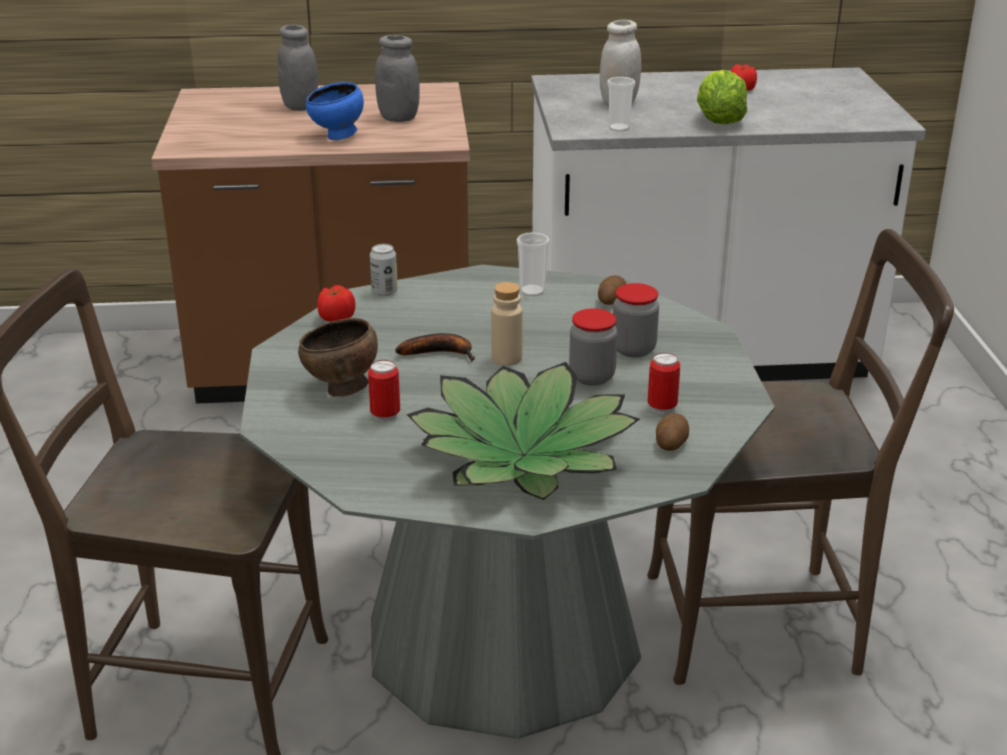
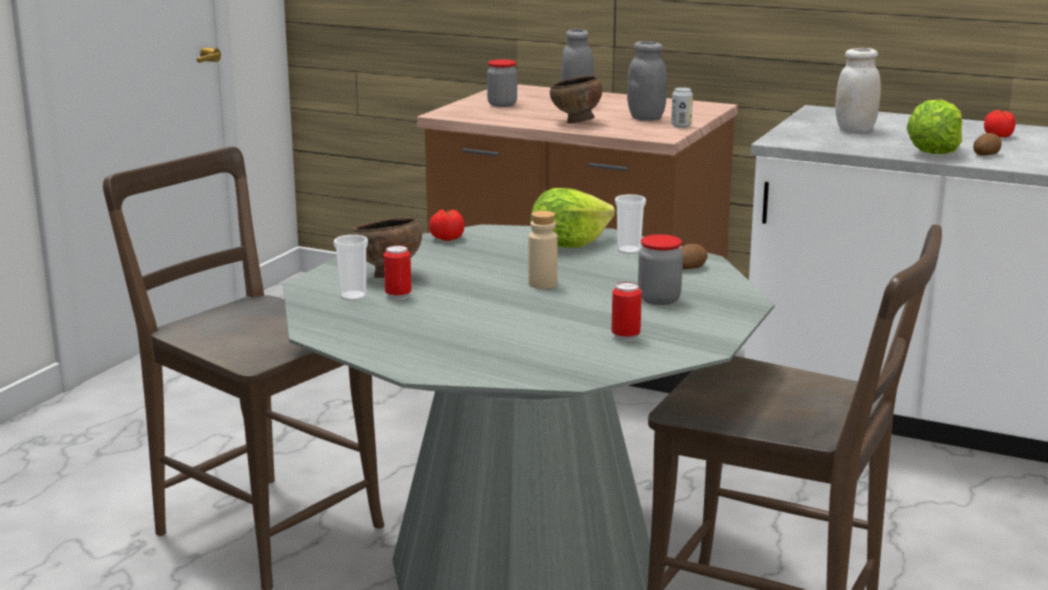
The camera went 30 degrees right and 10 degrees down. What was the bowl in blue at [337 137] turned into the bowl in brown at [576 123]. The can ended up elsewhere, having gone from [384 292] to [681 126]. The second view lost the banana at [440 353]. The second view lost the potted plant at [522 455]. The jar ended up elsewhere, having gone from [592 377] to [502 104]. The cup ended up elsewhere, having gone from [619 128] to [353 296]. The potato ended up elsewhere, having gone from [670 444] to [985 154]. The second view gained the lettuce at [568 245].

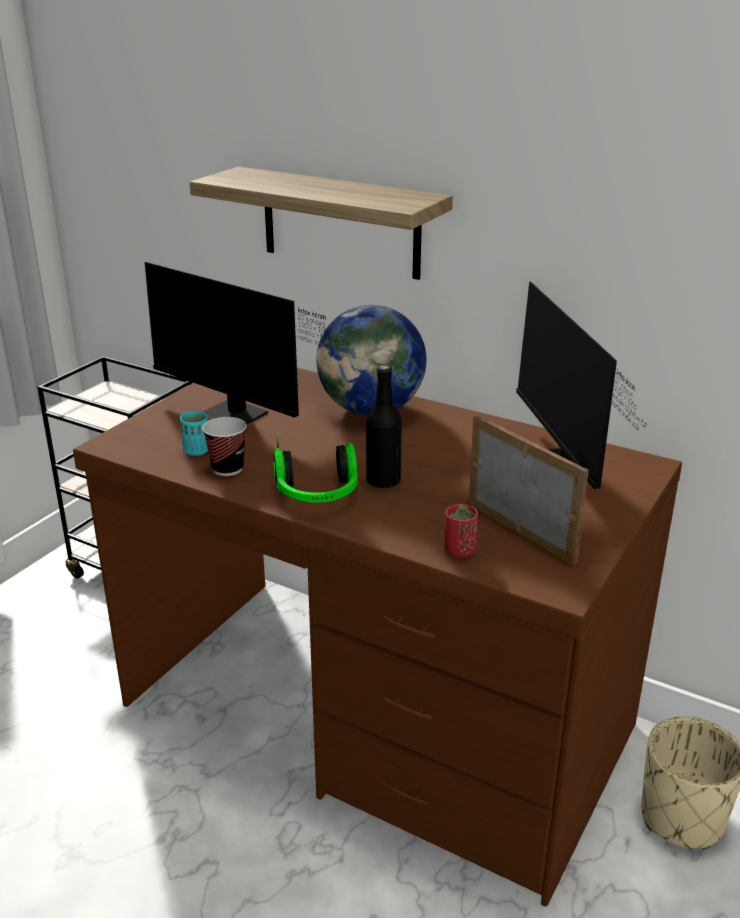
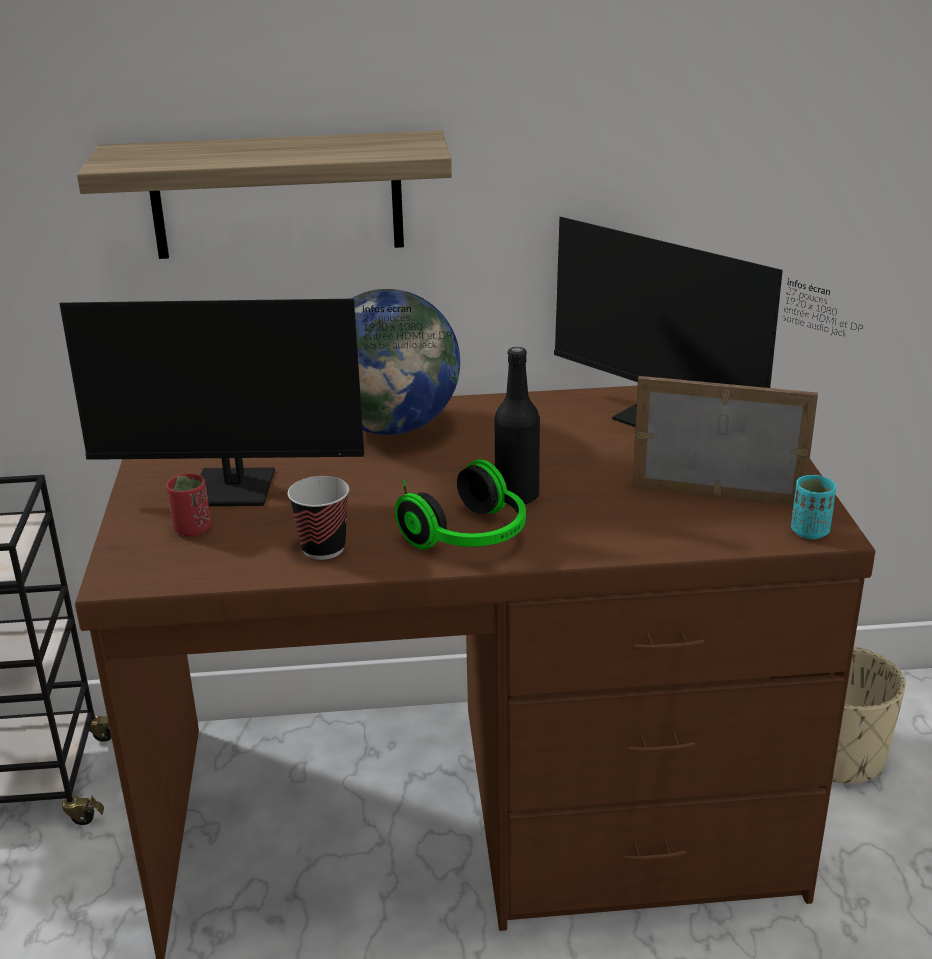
The camera went 35 degrees left and 0 degrees up. The cup in turquoise ended up elsewhere, having gone from [196 451] to [810 531]. The cup in red ended up elsewhere, having gone from [459 551] to [192 529].

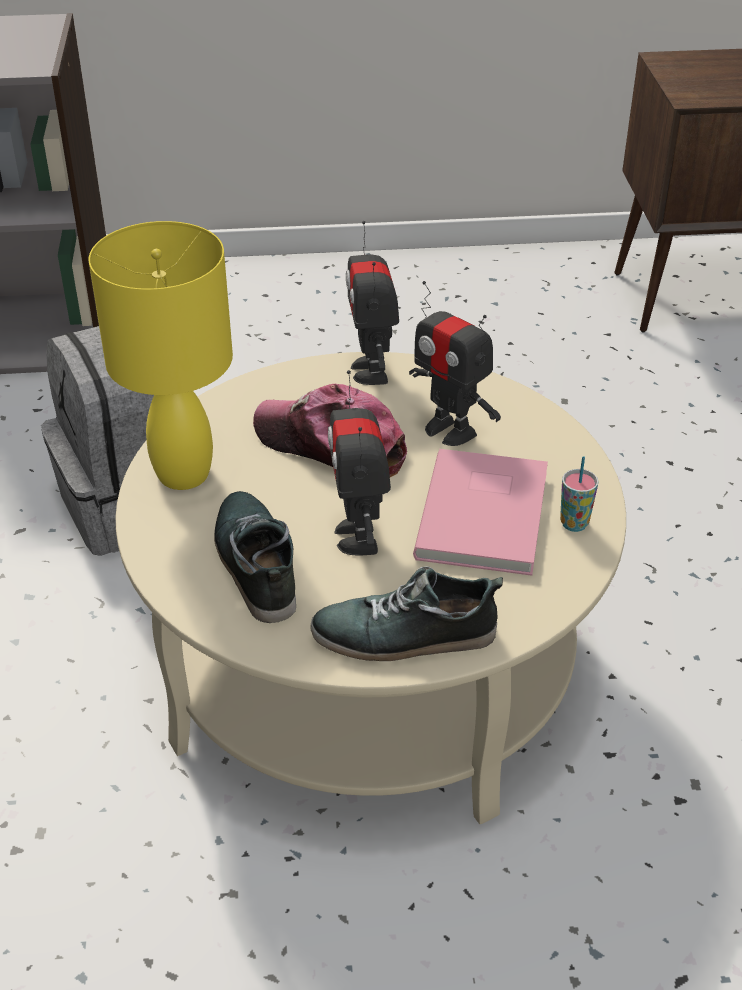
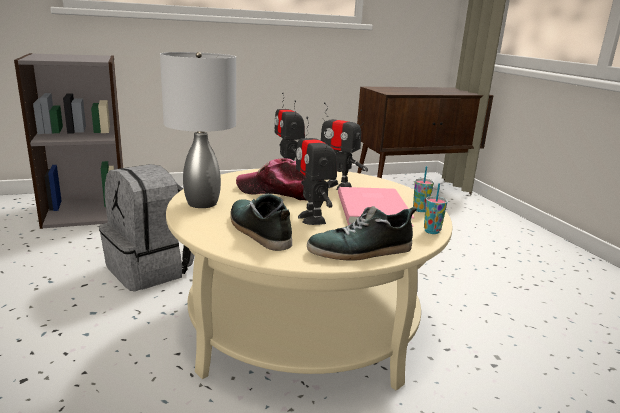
The camera went 15 degrees left and 20 degrees down. What was the table lamp in yellow at [181 473] turned into the table lamp in grey at [201 203]. The second view gained the cup at [431 231].

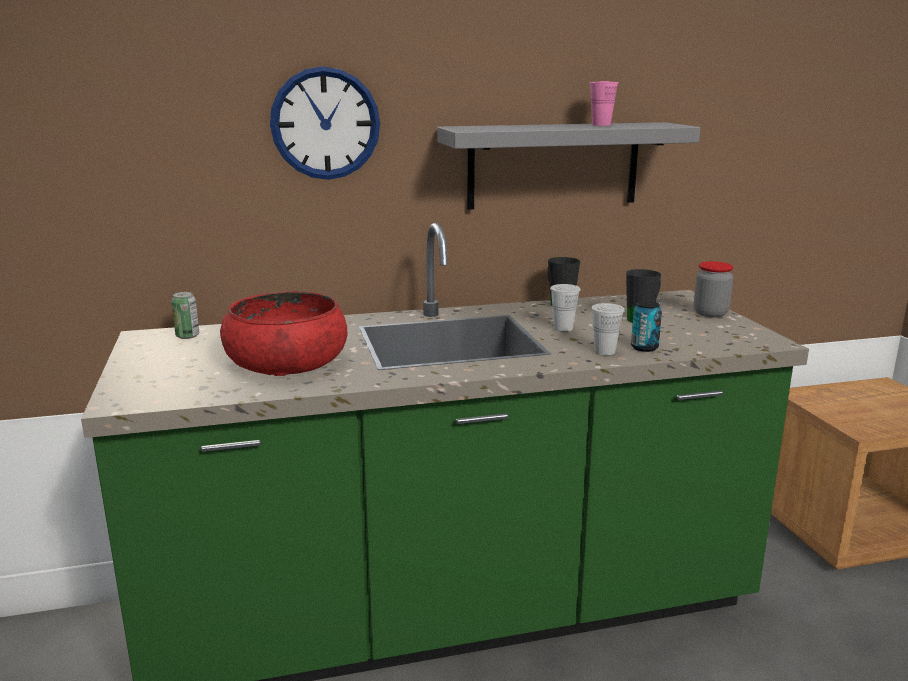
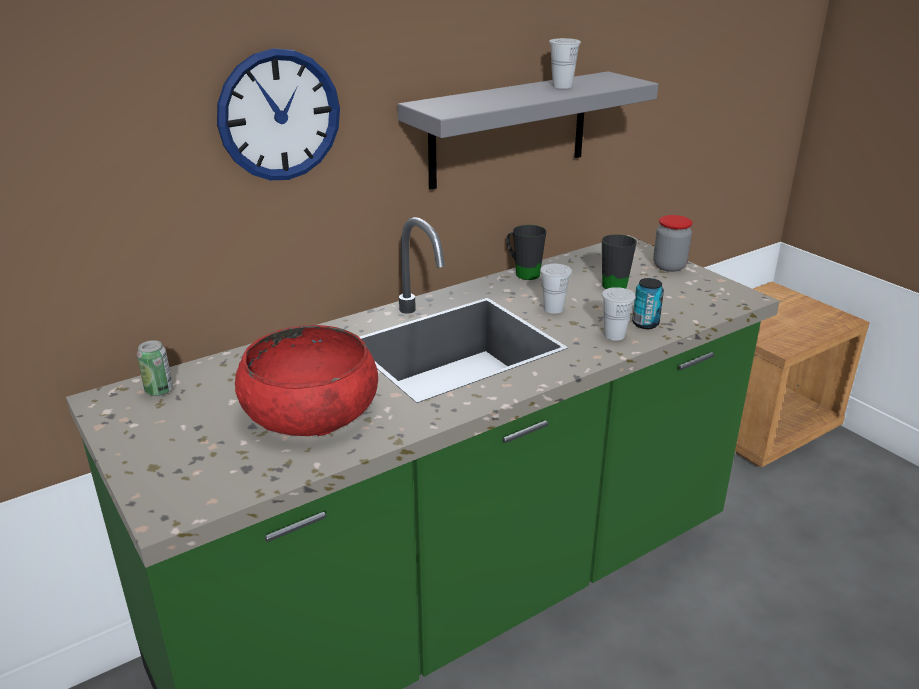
The camera went 20 degrees left and 10 degrees up. What was the cup in pink at [601 125] turned into the cup in white at [562 86].

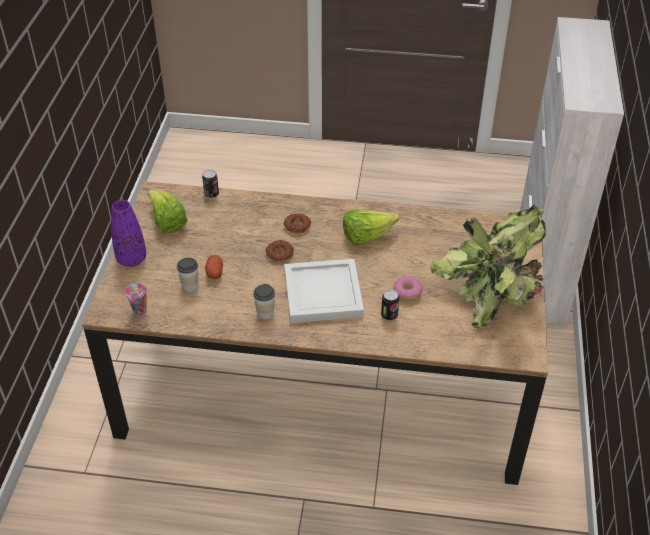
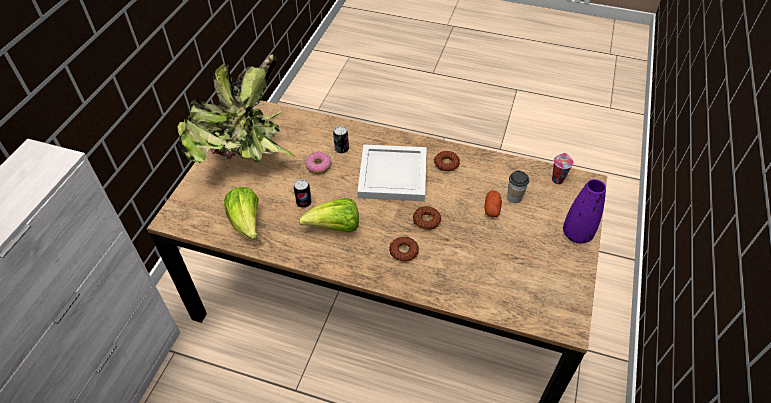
The camera went 170 degrees left and 5 degrees up. The lettuce ended up elsewhere, having gone from [167 222] to [246 223]. The can ended up elsewhere, having gone from [211 194] to [304 203]. Where the cup stood at [265 313], the donut came to stand at [446 163].

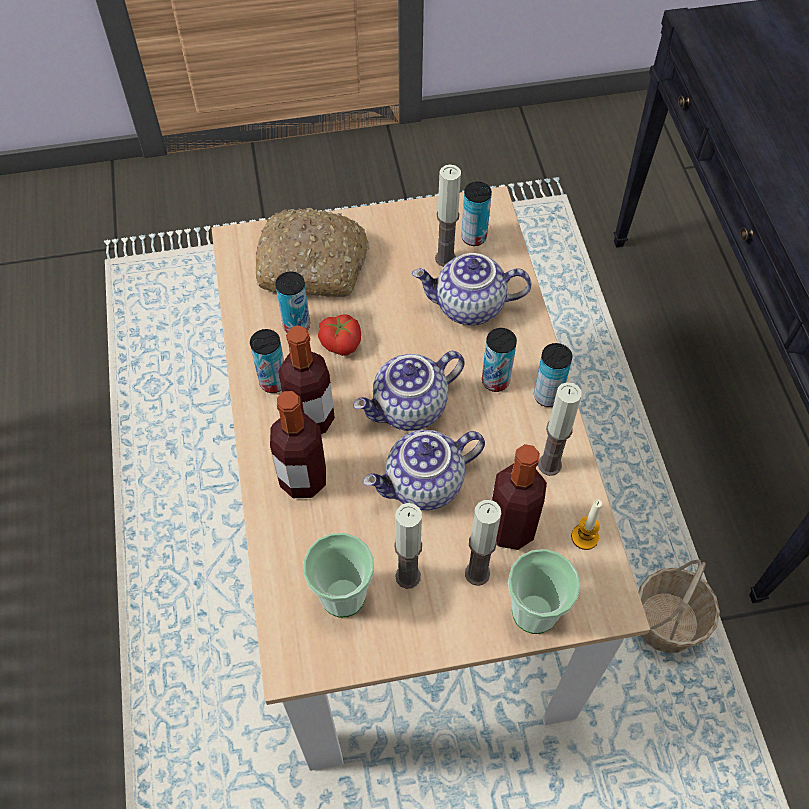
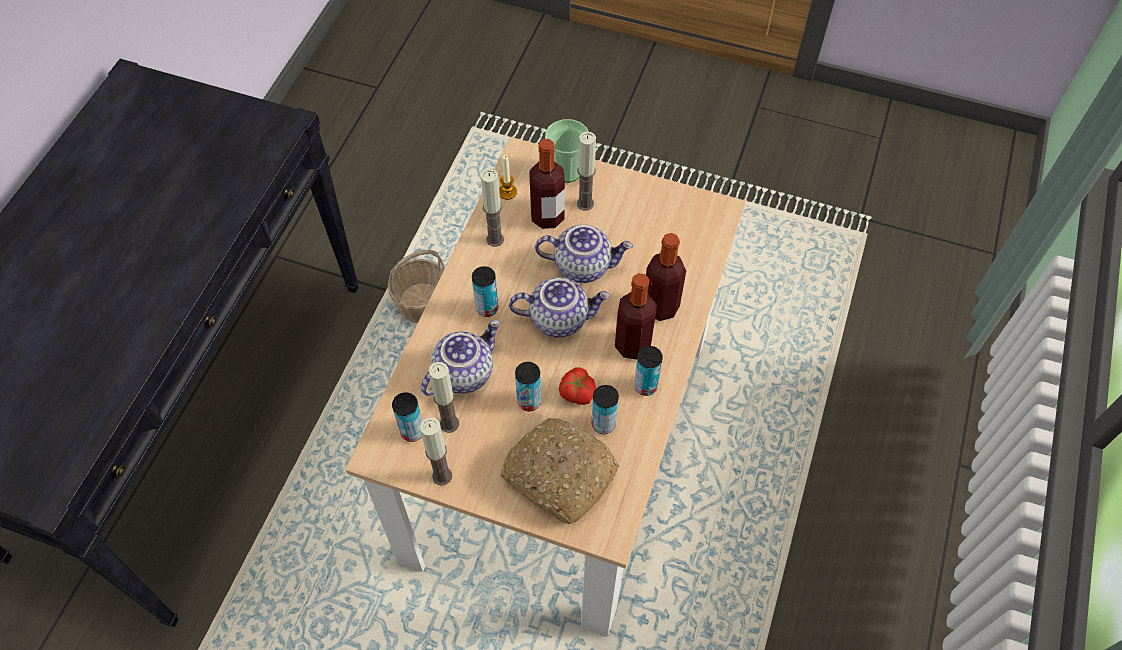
The camera went 150 degrees left and 0 degrees up. The second view lost the cup at [343 596]. The candle ended up elsewhere, having gone from [408 576] to [442 476]. The teapot at [469 307] ended up facing another way, 75 degrees counterclockwise from before. The can ended up elsewhere, having gone from [547 396] to [529 401].

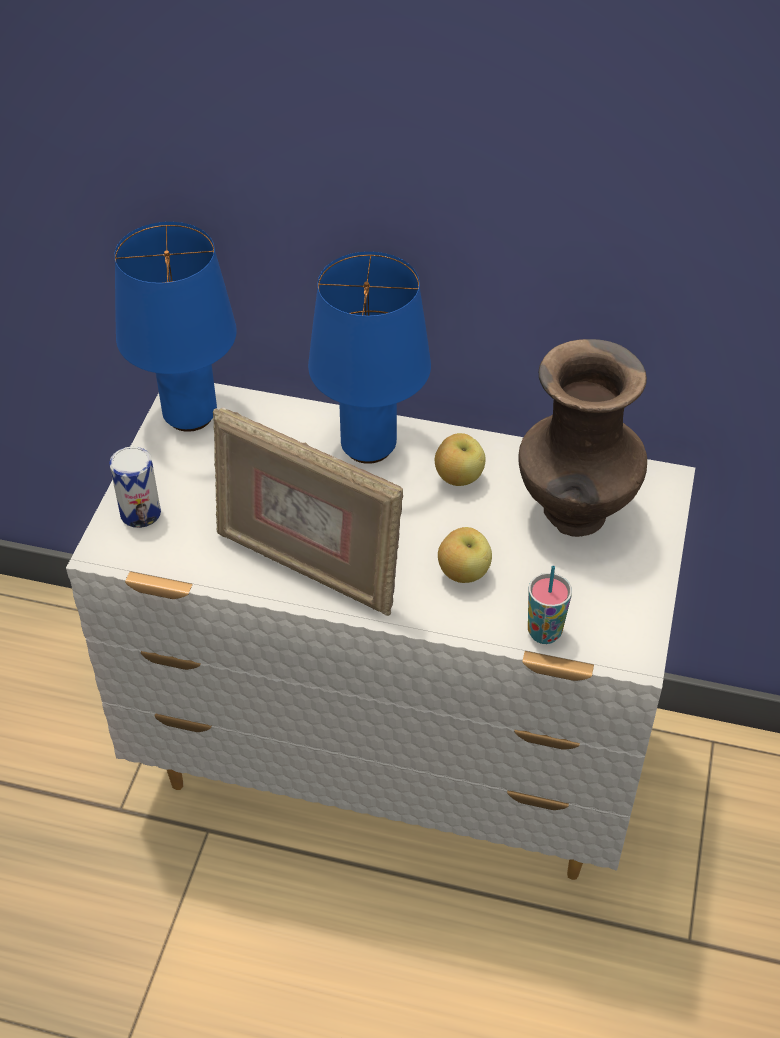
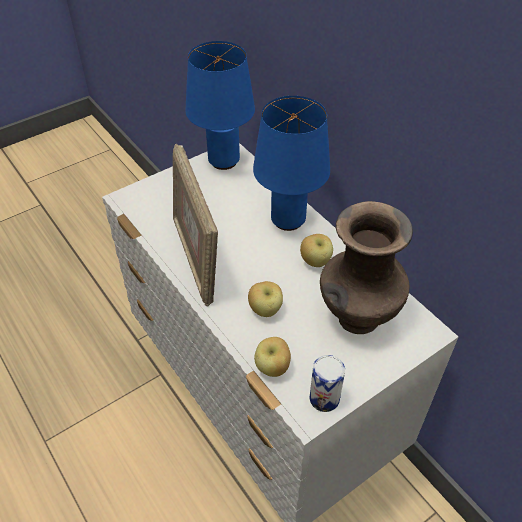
The camera went 40 degrees right and 0 degrees up. The can ended up elsewhere, having gone from [140 513] to [324 398]. Where the cup stood at [544 632], the apple came to stand at [273 368].

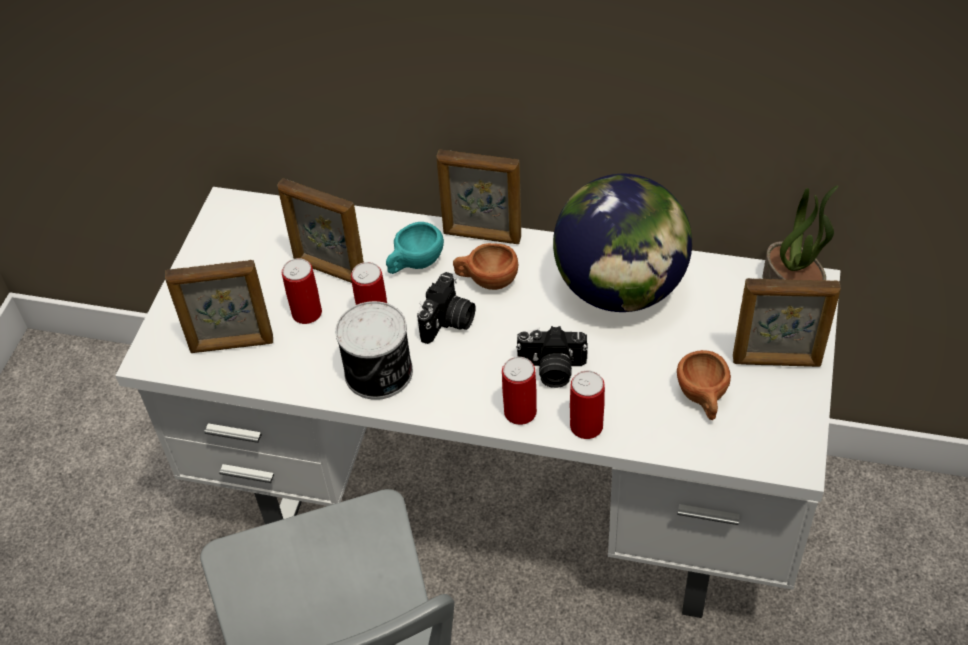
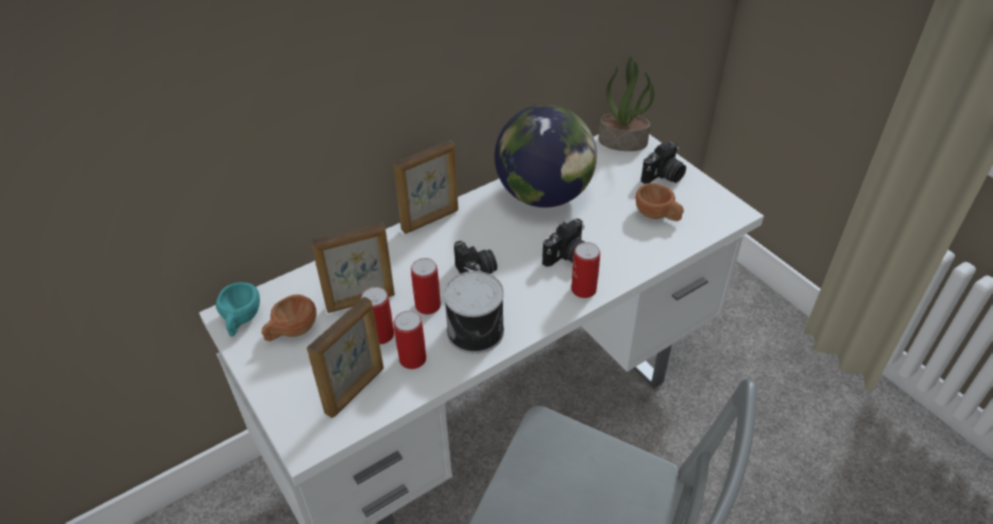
The camera went 50 degrees left and 5 degrees down. The cup in turquoise ended up elsewhere, having gone from [414 264] to [241 320]. The cup in brown ended up elsewhere, having gone from [486 280] to [291 331]. The can ended up elsewhere, having gone from [586 426] to [412 359]. Where the picture frame stood at [777 362], the photo camera came to stand at [663 176].

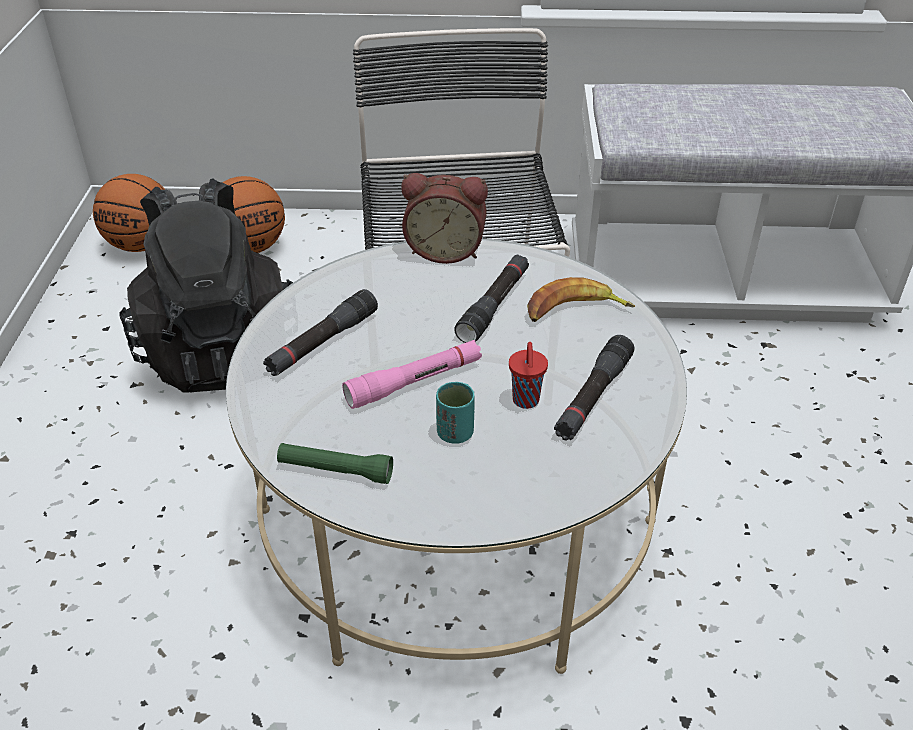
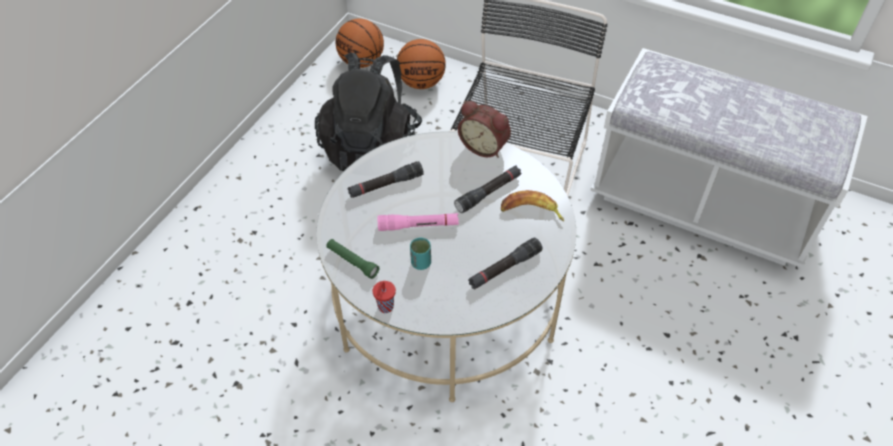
The camera went 25 degrees right and 10 degrees up. The cup in red ended up elsewhere, having gone from [526 401] to [385 307].

